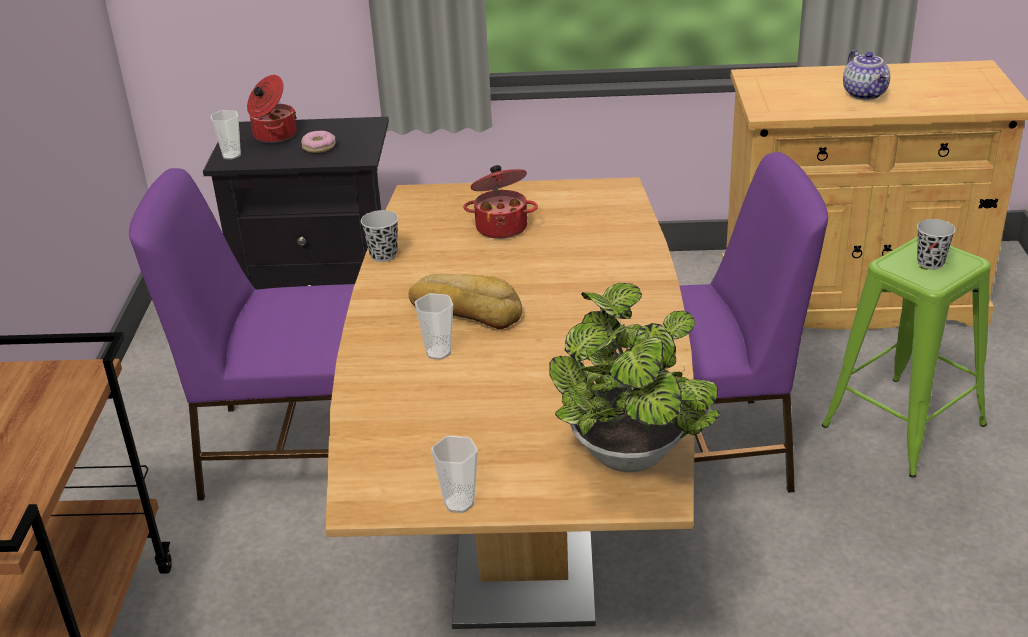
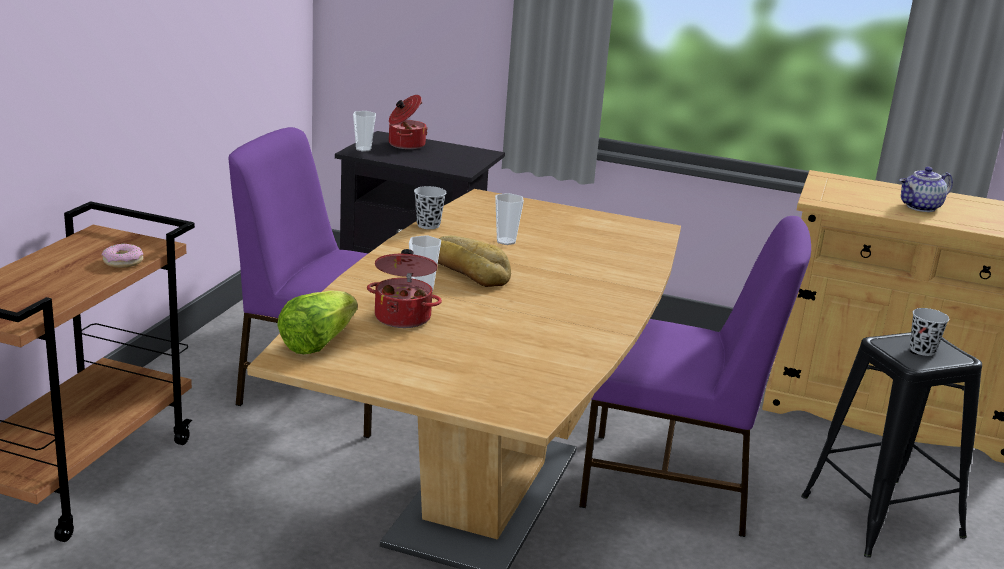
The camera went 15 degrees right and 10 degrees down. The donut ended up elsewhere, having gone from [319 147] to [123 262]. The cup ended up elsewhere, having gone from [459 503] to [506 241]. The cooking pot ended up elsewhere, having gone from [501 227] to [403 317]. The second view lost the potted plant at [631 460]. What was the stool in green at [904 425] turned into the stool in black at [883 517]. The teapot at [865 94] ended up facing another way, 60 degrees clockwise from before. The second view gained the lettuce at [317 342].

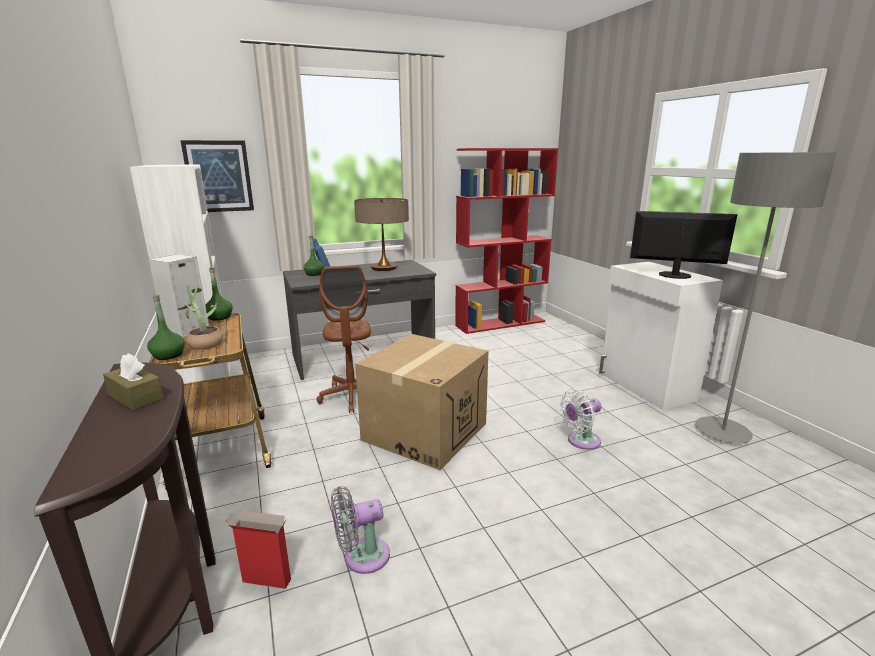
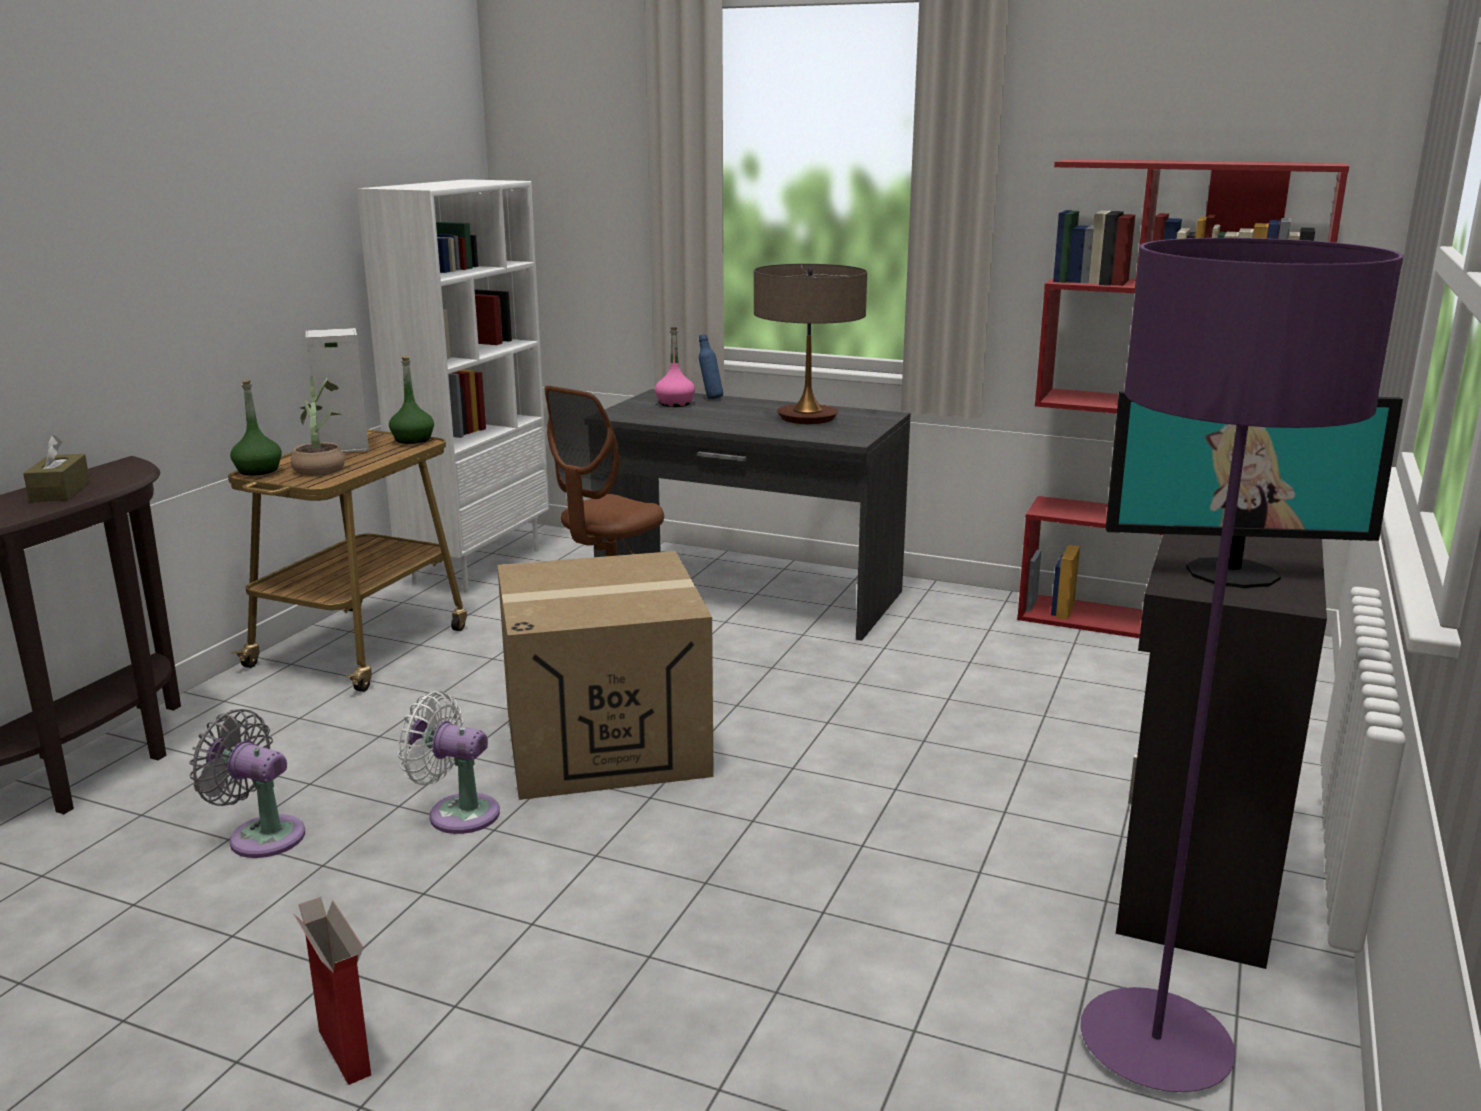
The camera went 45 degrees right and 0 degrees up. The second view lost the picture at [219 176]. The cardboard box ended up elsewhere, having gone from [265 580] to [343 1051]. What was the bottle in green at [314 274] turned into the bottle in pink at [675 404]. The fan in white ended up elsewhere, having gone from [581 441] to [457 813]. What was the cabinet in white at [645 386] turned into the cabinet in black at [1193 879]. The monitor at [674 275] ended up facing another way, 120 degrees clockwise from before. What was the floor lamp in grey at [722 432] turned into the floor lamp in purple at [1155 1045].

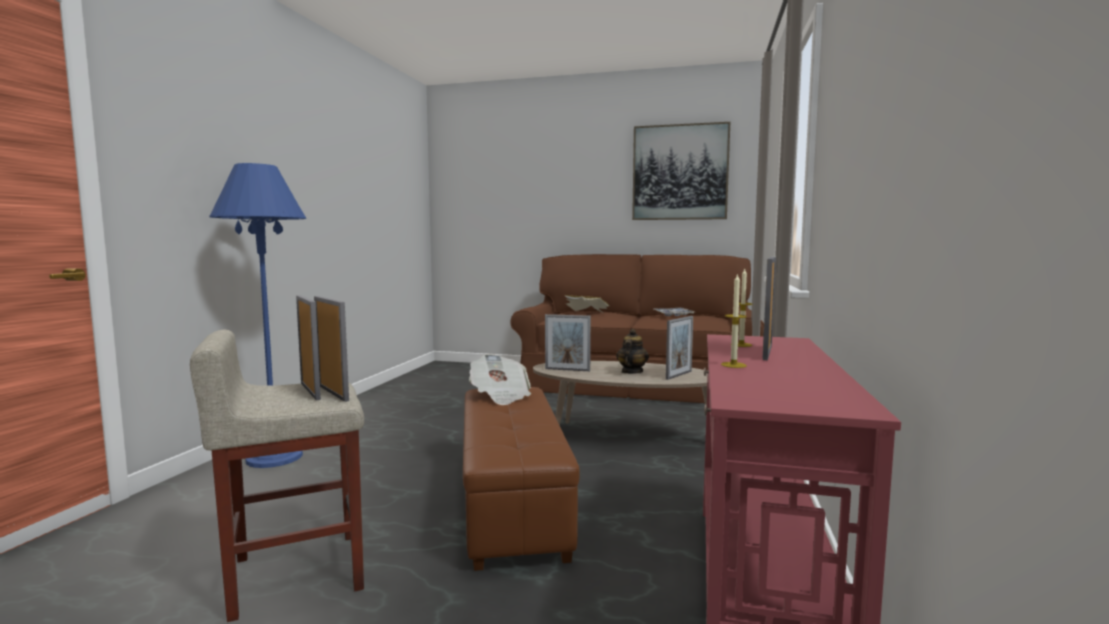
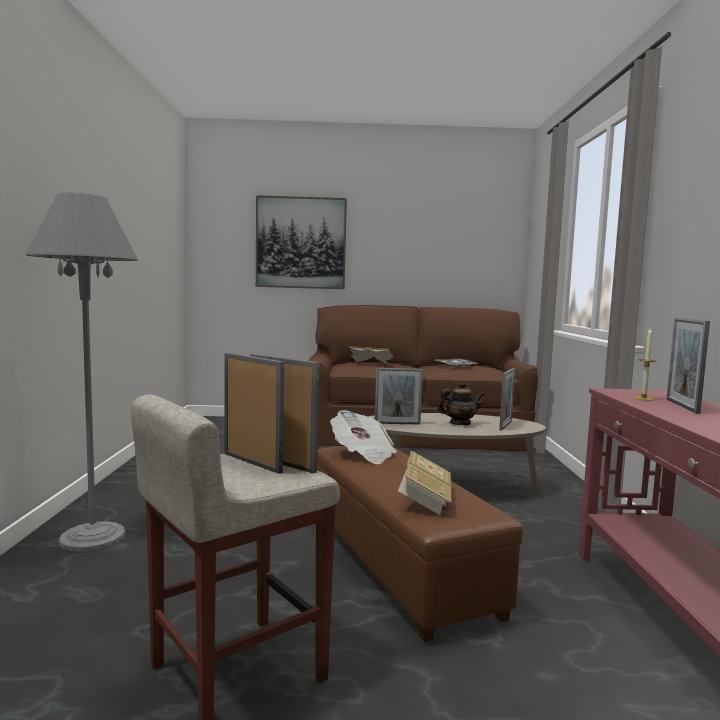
The camera went 15 degrees left and 0 degrees up. What was the floor lamp in blue at [274 457] turned into the floor lamp in grey at [93 537]. The teapot at [631 372] ended up facing another way, 75 degrees clockwise from before. The picture ended up elsewhere, having gone from [680 172] to [301 243]. The second view lost the candle at [733 365]. The second view gained the book at [425 499].

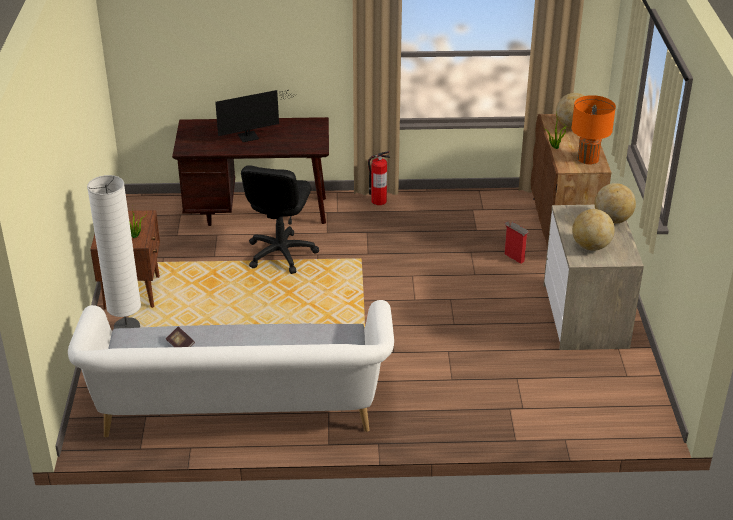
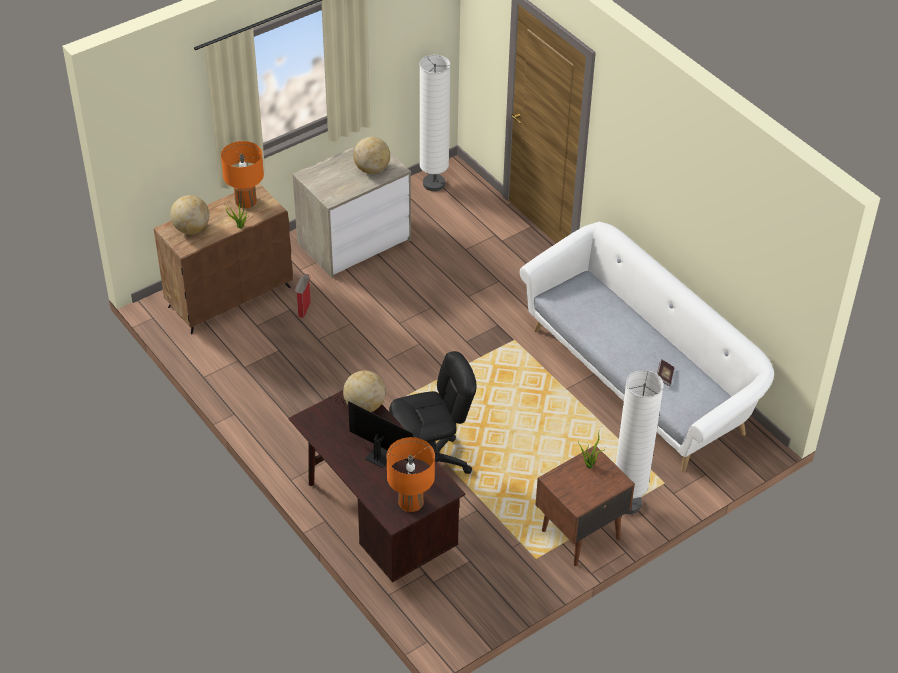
The camera went 125 degrees left and 10 degrees up. The second view lost the fire extinguisher at [378 201]. The globe ended up elsewhere, having gone from [612 220] to [364 405]. The second view gained the table lamp in orange at [411 501]. The second view gained the floor lamp in white at [434 184].

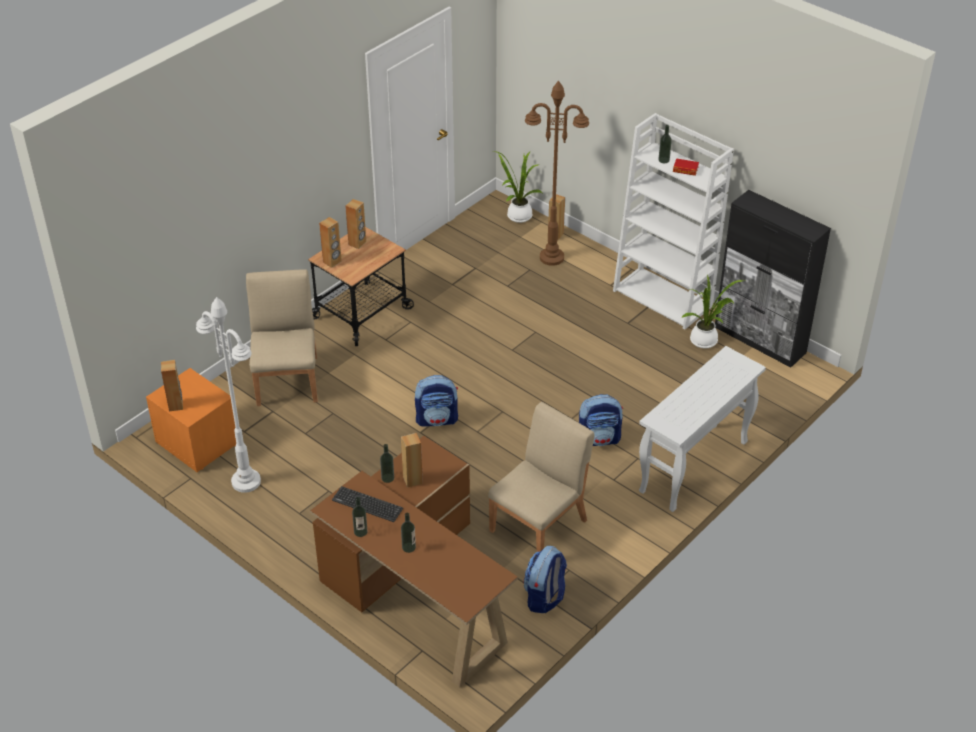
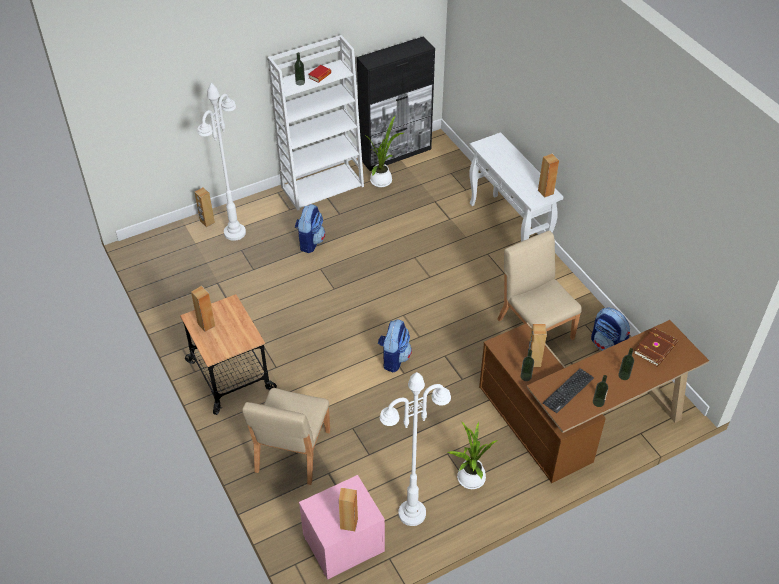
The camera went 70 degrees left and 5 degrees up. What was the nightstand in orange at [196 442] turned into the nightstand in pink at [343 544]. The chair in beige at [287 380] ended up facing another way, 90 degrees counterclockwise from before. The speaker in brown ended up elsewhere, having gone from [332 262] to [546 192]. The potted plant ended up elsewhere, having gone from [517 215] to [469 480]. What was the floor lamp in brown at [552 257] turned into the floor lamp in white at [235 232]. The backpack ended up elsewhere, having gone from [599 439] to [310 242]. The second view gained the book in brown at [656 348].

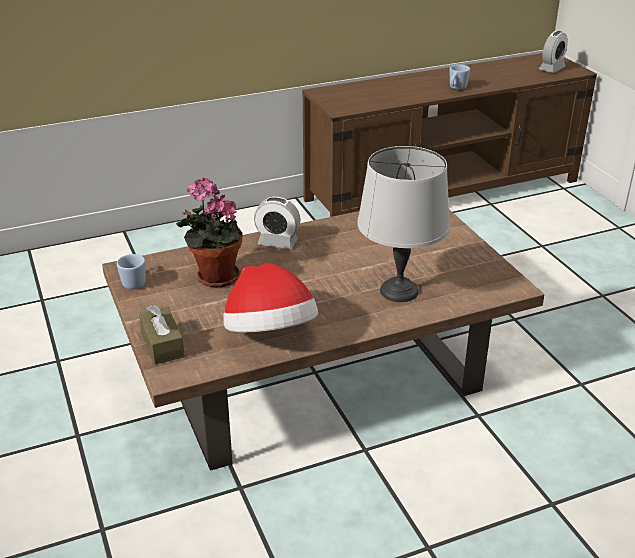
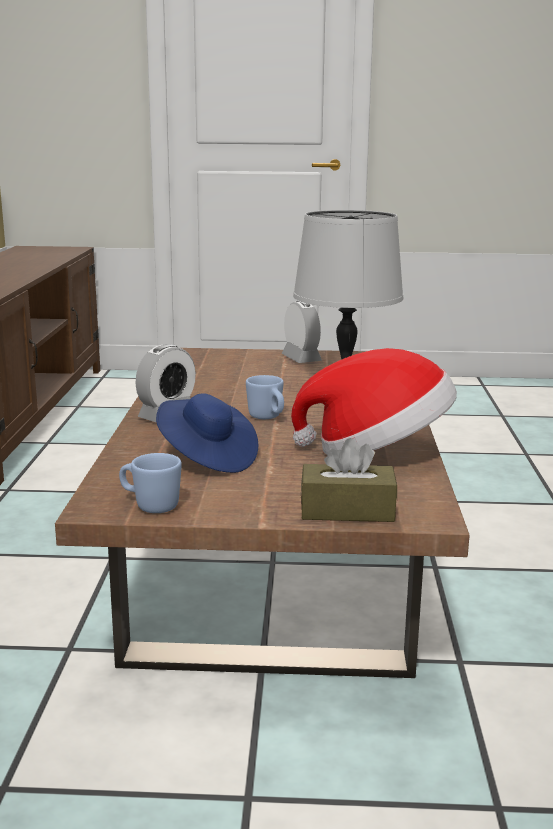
The camera went 65 degrees left and 15 degrees down. Where the potted plant stood at [214 277], the hat in blue came to stand at [207 458]. The mug in blue ended up elsewhere, having gone from [456 88] to [268 418]. The alarm clock ended up elsewhere, having gone from [552 68] to [301 358].

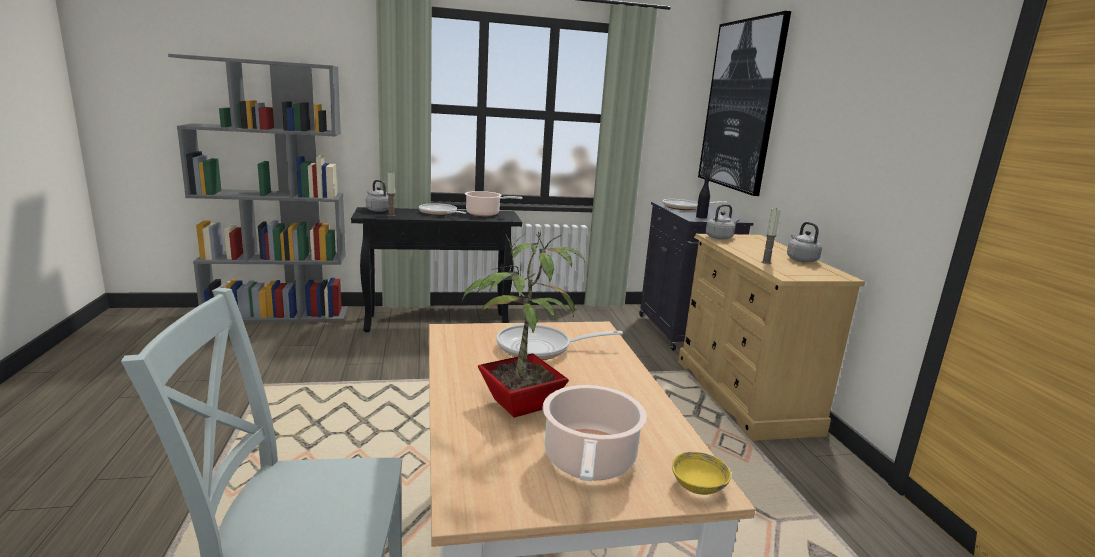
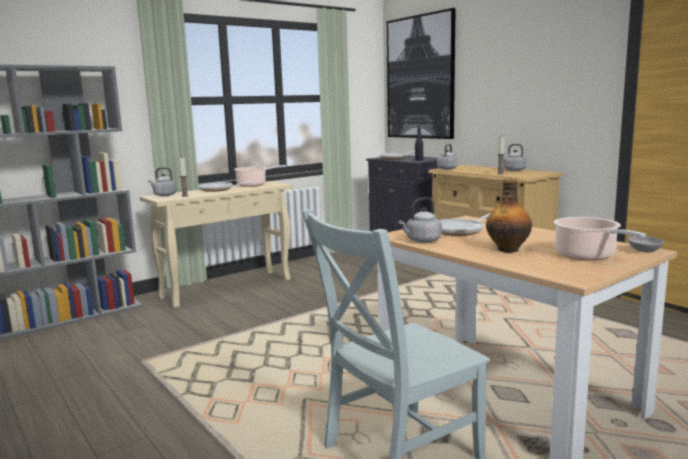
The camera went 25 degrees left and 5 degrees down. What was the console table in black at [438 322] turned into the console table in beige at [227 288]. Where the potted plant stood at [517 405], the bottle came to stand at [508 249]. What was the bowl in yellow at [698 486] turned into the bowl in grey at [644 251]. The second view gained the kettle in grey at [422 241].

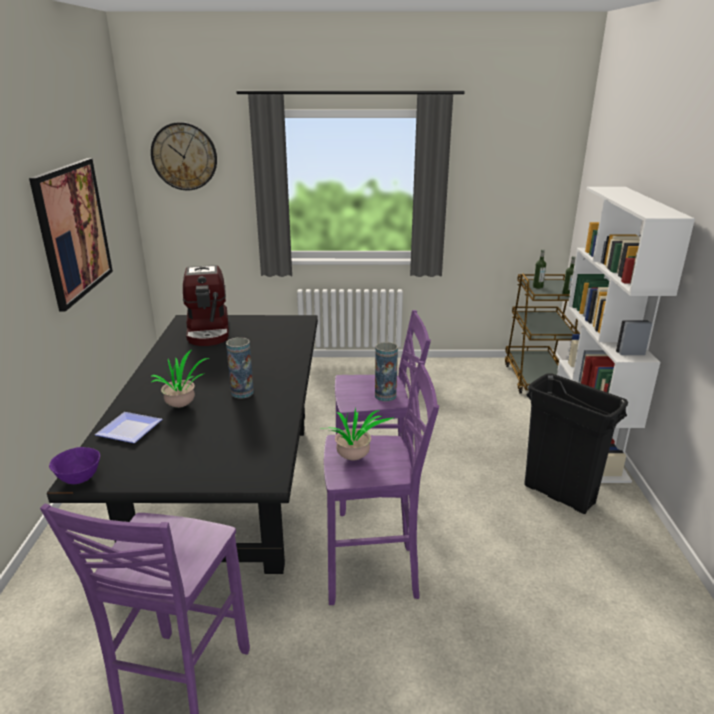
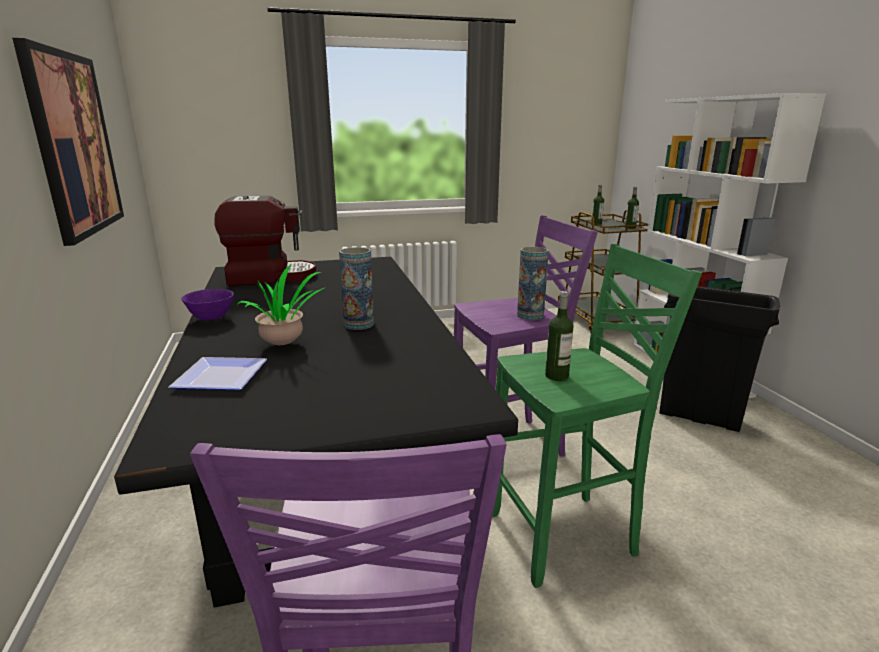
The camera went 15 degrees left and 5 degrees down. The bowl in purple ended up elsewhere, having gone from [79 479] to [211 318]. The second view lost the wall clock at [184 156]. The coffee machine at [209 331] ended up facing another way, 75 degrees counterclockwise from before. Where the potted plant stood at [354 459], the bottle came to stand at [556 376]. What was the stool in purple at [374 573] turned into the stool in green at [565 536].

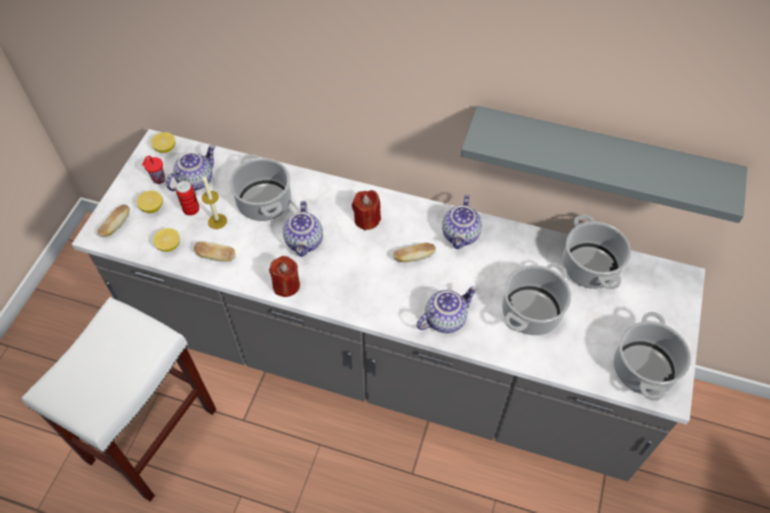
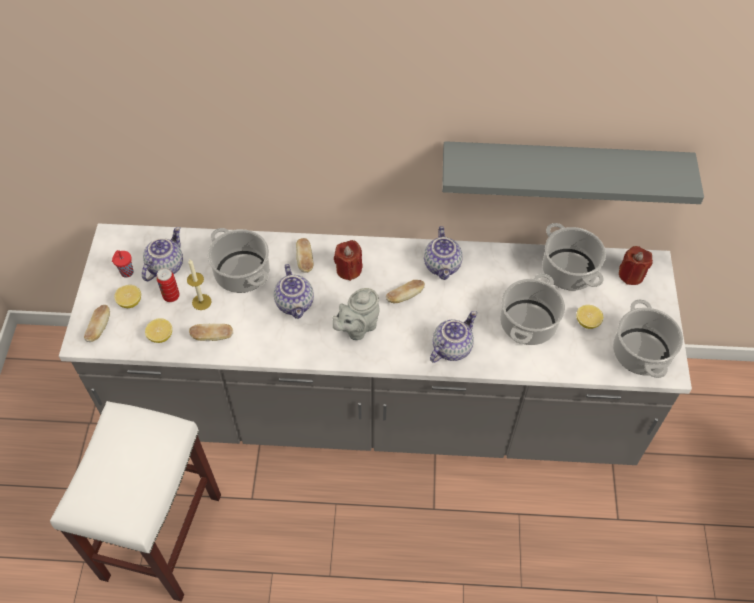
The camera went 15 degrees left and 0 degrees up. The lemon ended up elsewhere, having gone from [165 148] to [587 322]. The candle in red ended up elsewhere, having gone from [286 285] to [631 275]. The second view gained the bread at [305 260]. The second view gained the teapot in grey at [357 328].

